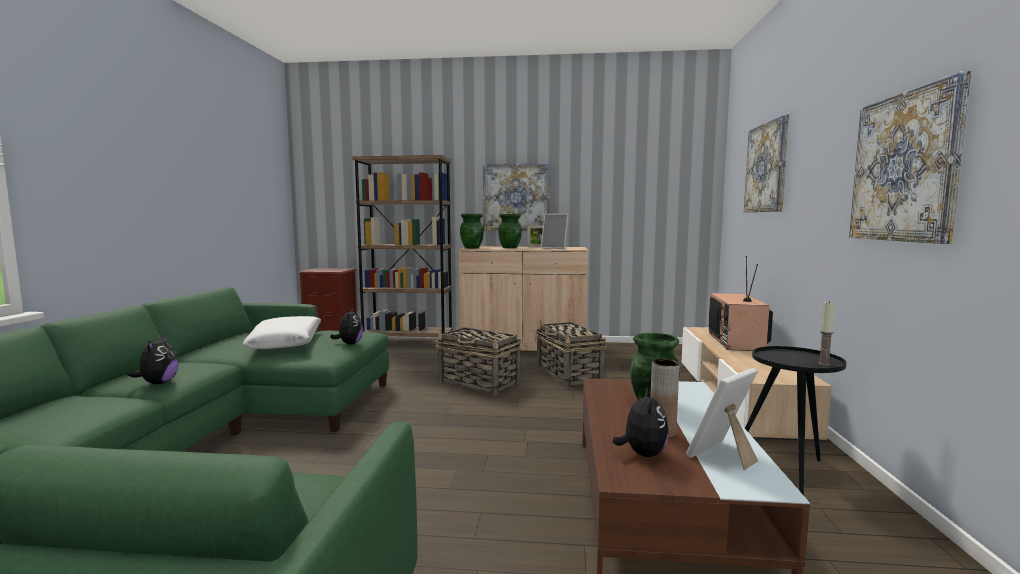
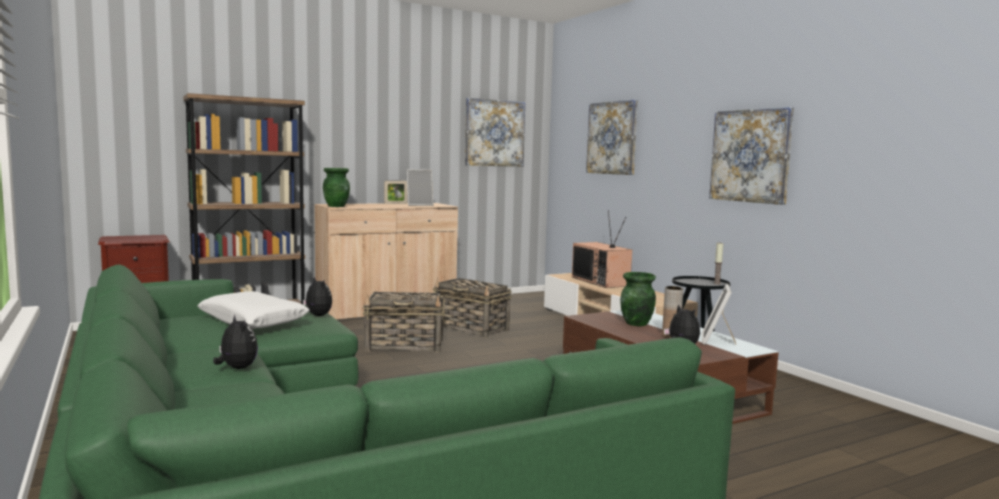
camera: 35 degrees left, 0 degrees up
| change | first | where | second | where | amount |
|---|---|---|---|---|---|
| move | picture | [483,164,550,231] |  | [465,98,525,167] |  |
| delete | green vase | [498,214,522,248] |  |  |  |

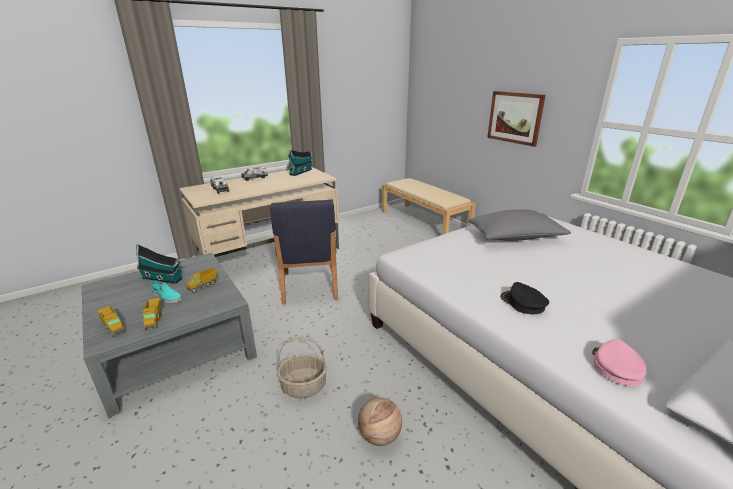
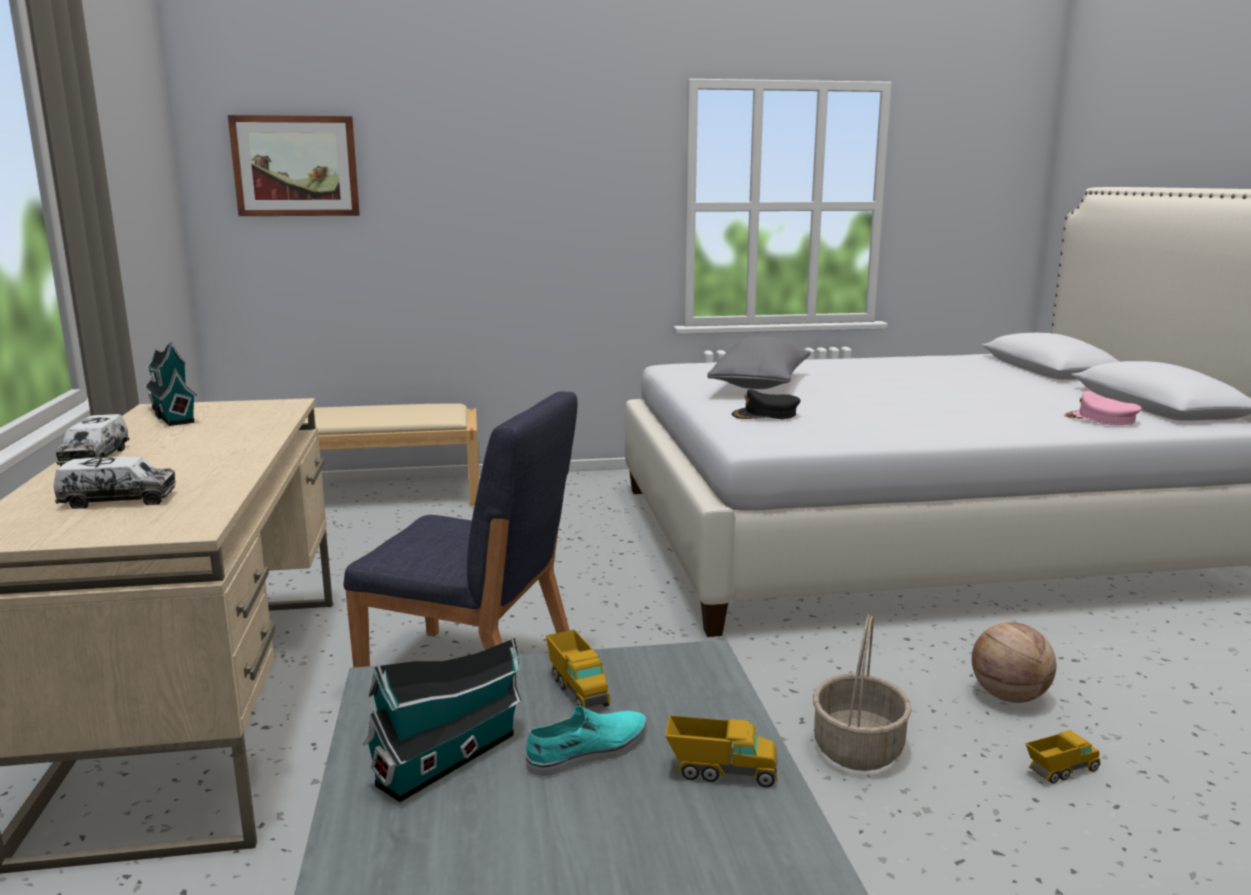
camera: 65 degrees left, 10 degrees down
| change | first | where | second | where | amount |
|---|---|---|---|---|---|
| move | picture | [487,91,546,147] |  | [228,115,360,216] |  |
| move | black-coloured cap | [500,282,549,314] |  | [732,389,801,419] |  |
| move | model truck | [97,306,125,337] |  | [1025,730,1101,784] |  |

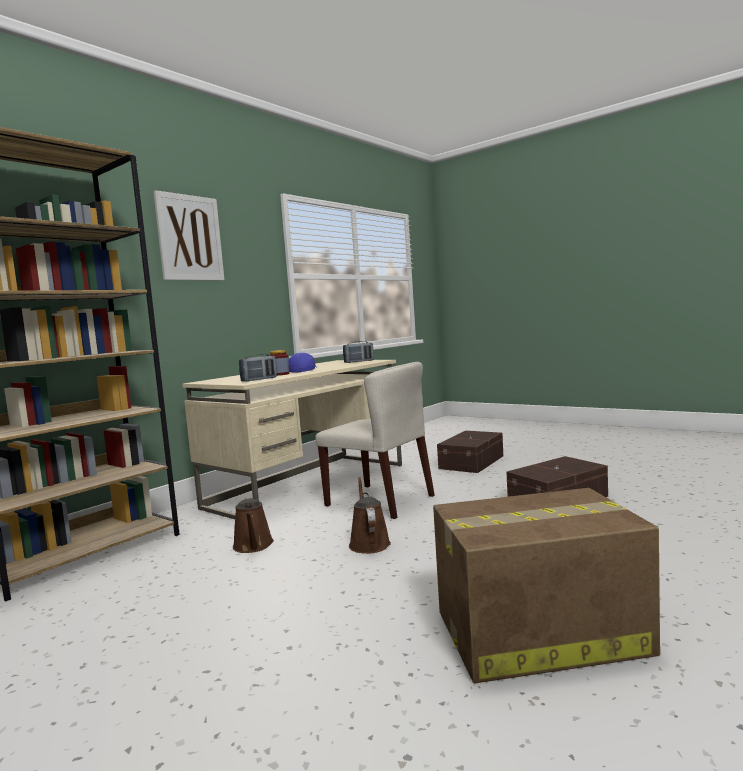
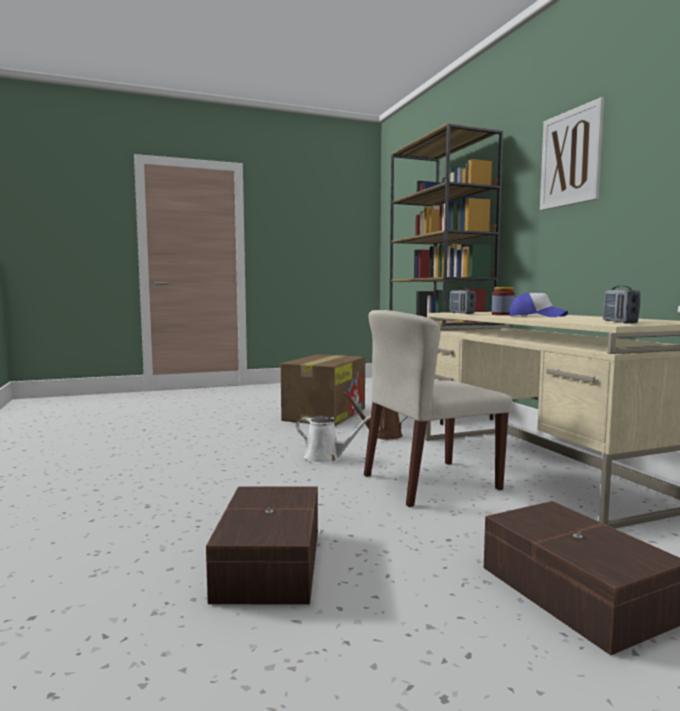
camera: 120 degrees right, 0 degrees up
| change | first | where | second | where | amount |
|---|---|---|---|---|---|
| move | carton | [433,488,660,683] |  | [281,354,365,426] |  |
| recolor | brownish watering can | [349,477,391,554] | whitish watering can | [296,416,371,464] |  |

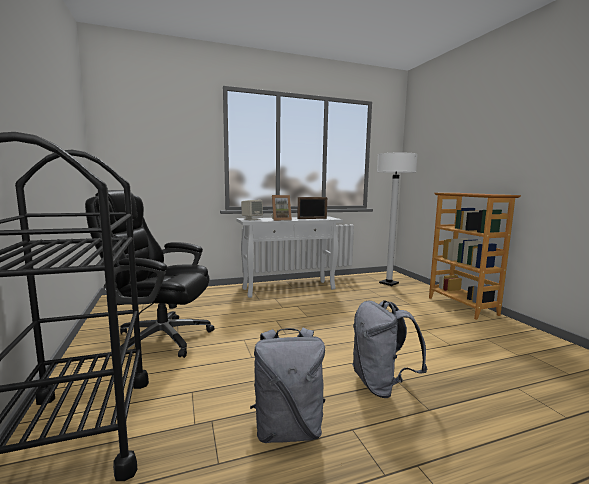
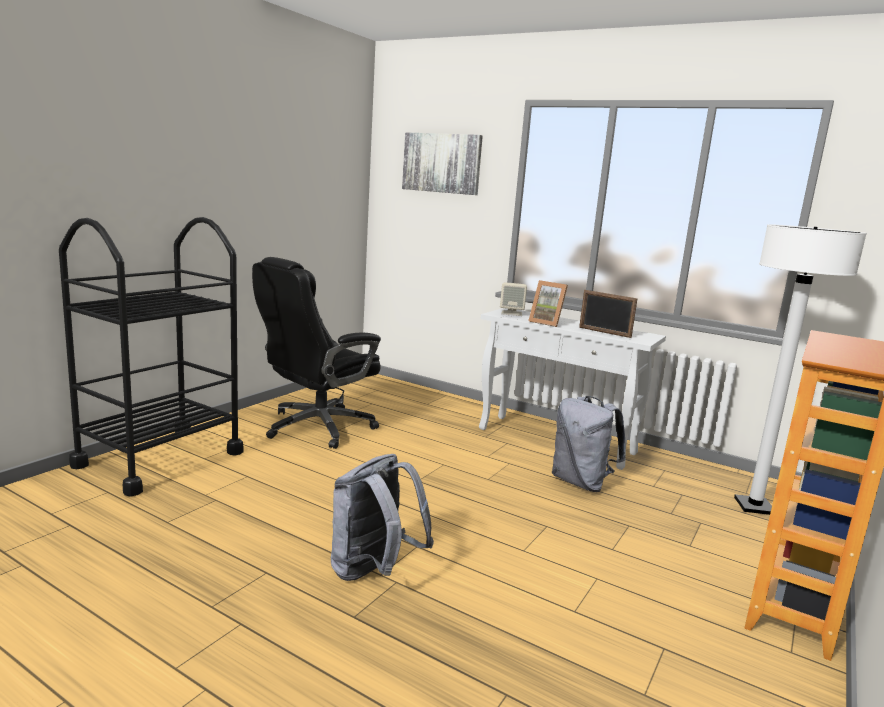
camera: 50 degrees right, 5 degrees up
| change | first | where | second | where | amount |
|---|---|---|---|---|---|
| rotate | black-coloured office chair | [85,190,215,358] |  | [252,257,381,449] | 105 degrees counterclockwise |
| insert |  |  | picture | [402,132,483,195] |  |
| move | grey backpack | [250,328,326,443] |  | [552,396,625,492] |  |

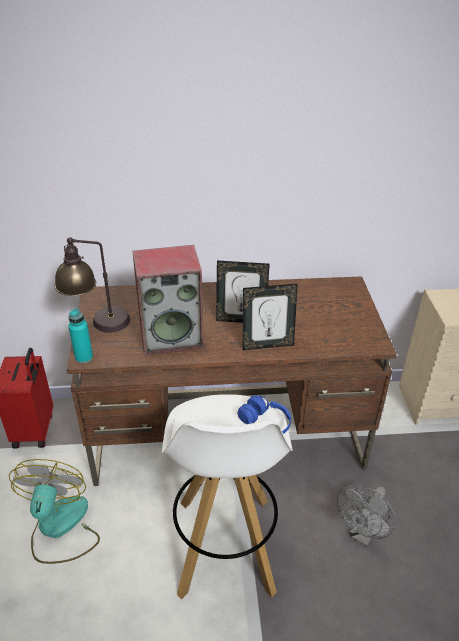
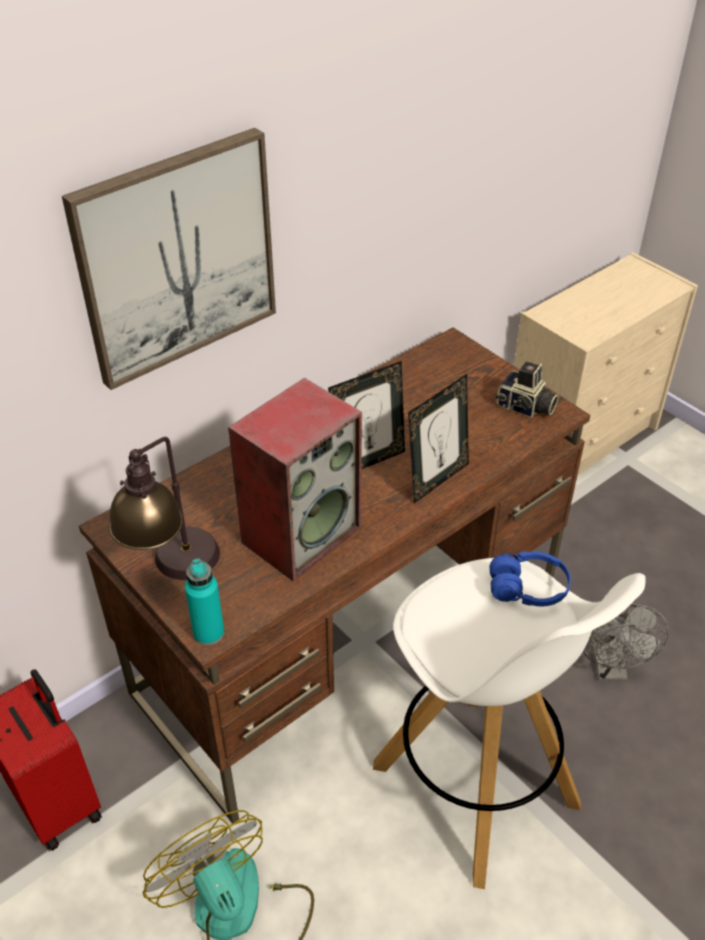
camera: 35 degrees left, 5 degrees up
| change | first | where | second | where | amount |
|---|---|---|---|---|---|
| insert |  |  | picture | [62,128,276,390] |  |
| insert |  |  | photo camera | [496,362,559,418] |  |

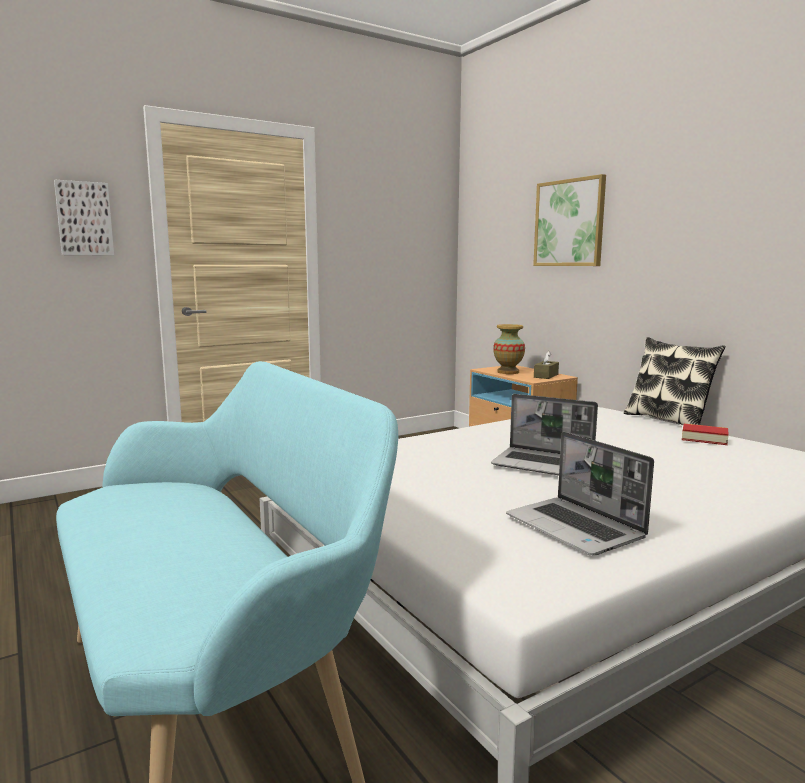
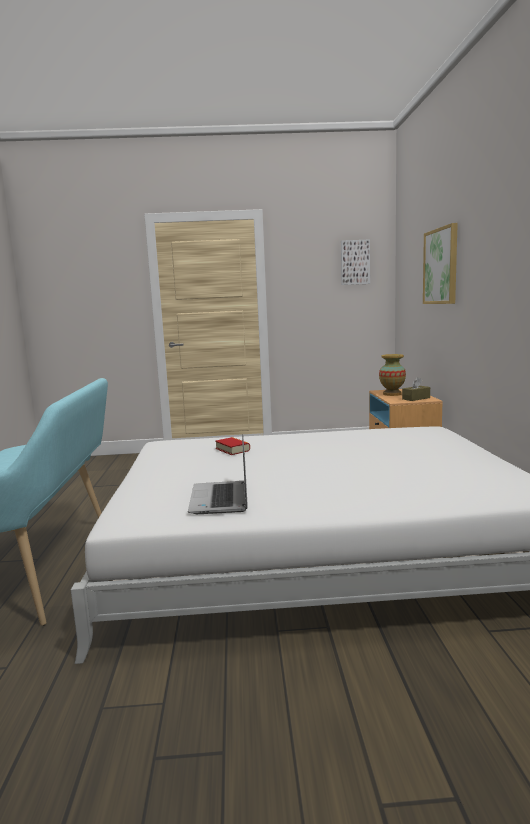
camera: 30 degrees right, 0 degrees up
| change | first | where | second | where | amount |
|---|---|---|---|---|---|
| move | bound book | [682,423,729,445] |  | [215,437,250,455] |  |
| move | picture | [54,180,114,256] |  | [341,239,370,285] |  |
| delete | portable computer | [491,394,598,475] |  |  |  |
| delete | pillow | [624,337,725,425] |  |  |  |

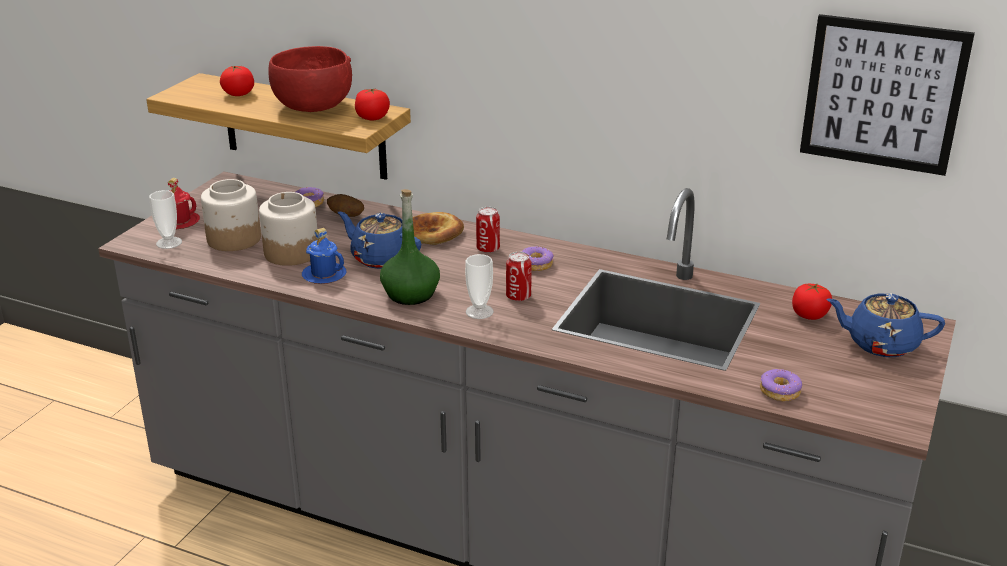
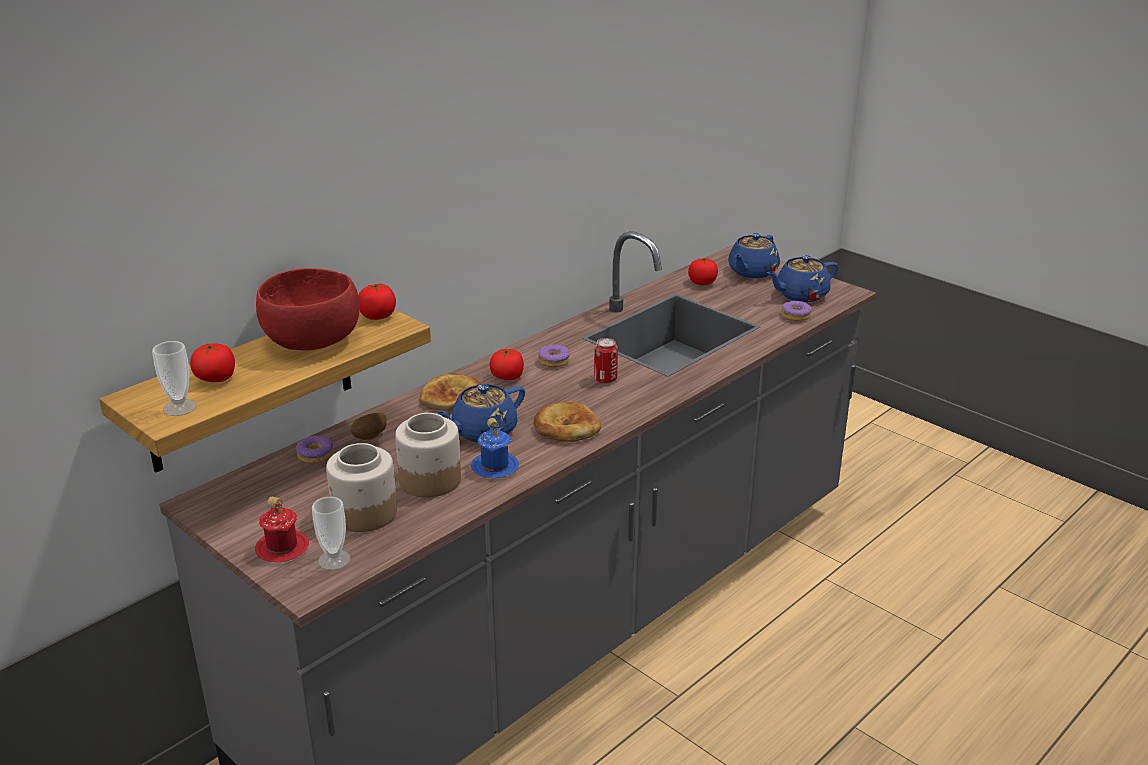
camera: 70 degrees left, 0 degrees up
| change | first | where | second | where | amount |
|---|---|---|---|---|---|
| move | cup | [465,254,494,319] |  | [152,341,197,416] |  |
| replace | sealed can | [476,207,500,253] | whole tomato | [490,349,524,380] |  |
| replace | green drink bottle | [380,189,440,305] | baked bread | [534,402,601,442] |  |
| insert |  |  | blue tea pot | [767,255,838,302] |  |
| delete | picture | [800,14,975,176] |  |  |  |

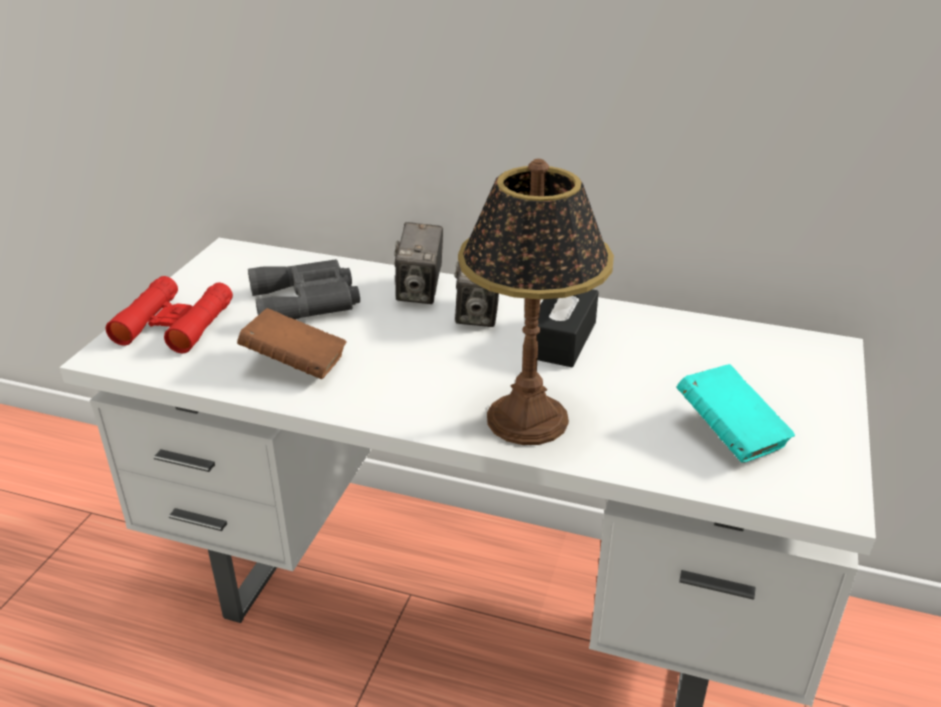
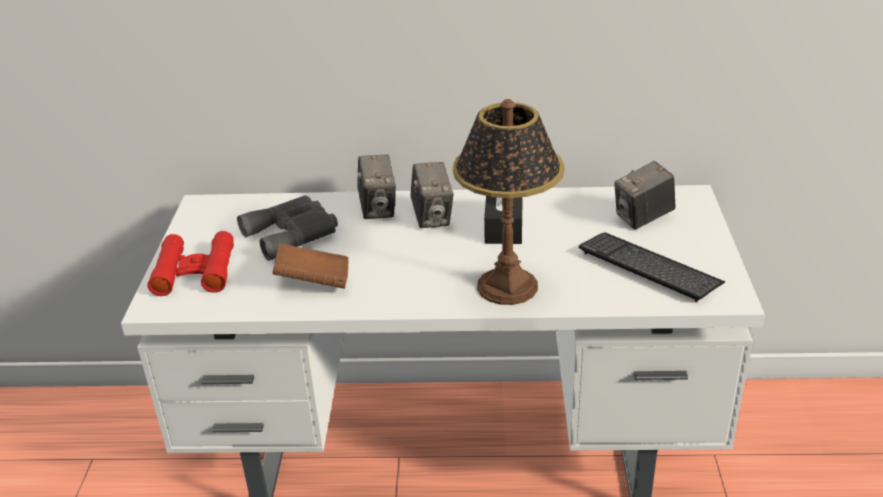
camera: 15 degrees left, 0 degrees up
| change | first | where | second | where | amount |
|---|---|---|---|---|---|
| replace | turquoise-coloured bound book | [677,364,795,463] | keyboard | [579,232,725,302] |  |
| insert |  |  | photo camera | [614,161,675,229] |  |

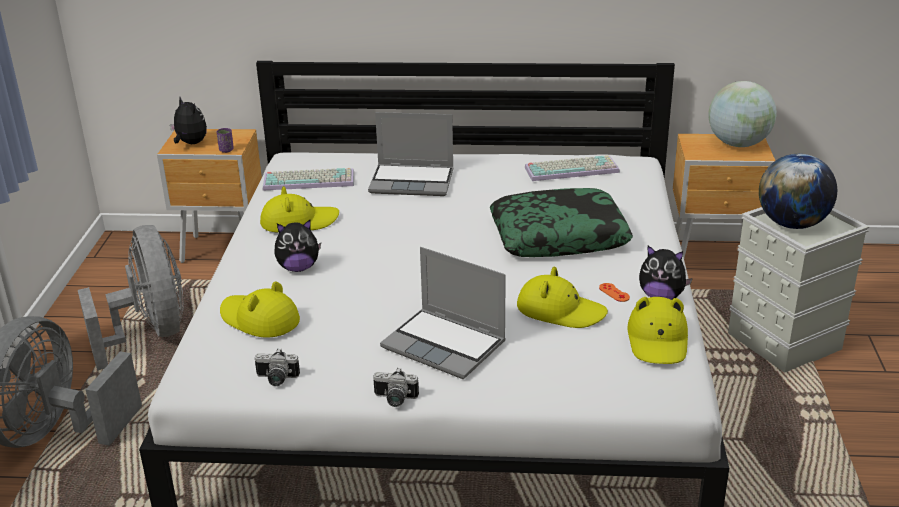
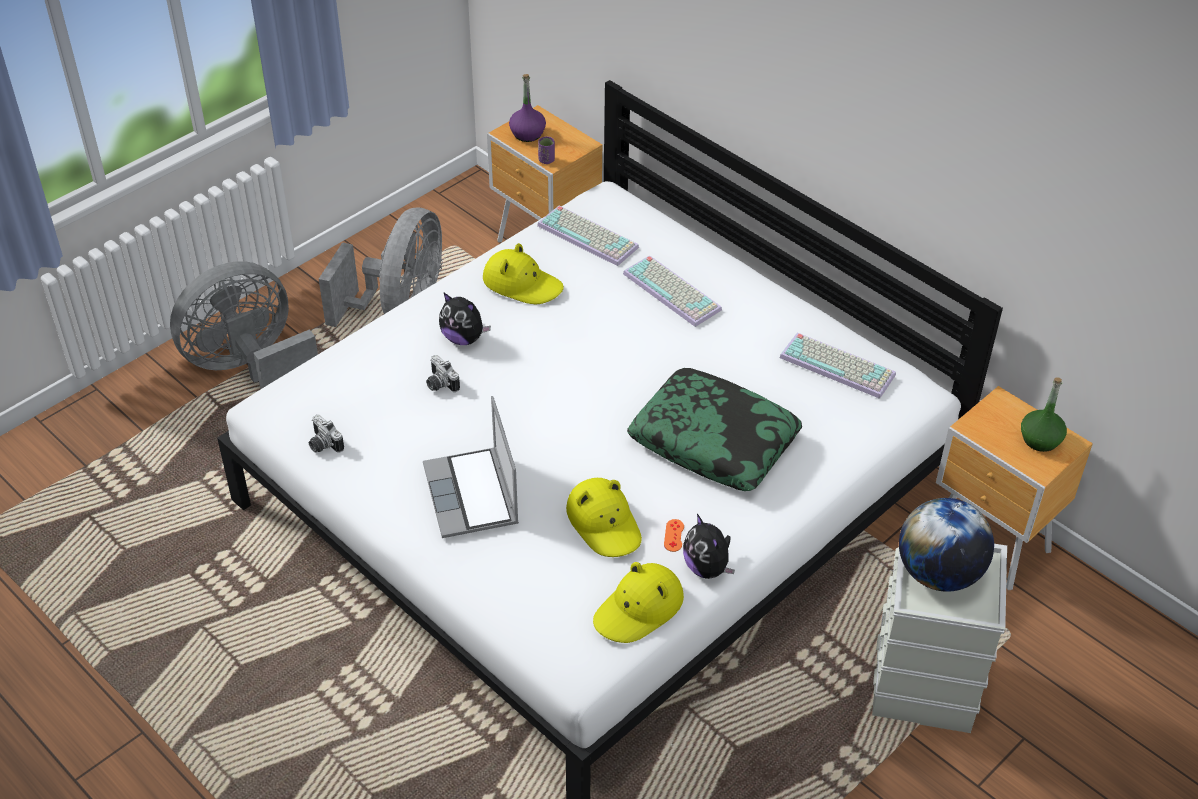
camera: 40 degrees right, 15 degrees up
| change | first | where | second | where | amount |
|---|---|---|---|---|---|
| move | photo camera | [373,368,419,407] |  | [426,355,460,392] |  |
| replace | plush toy | [170,97,207,144] | purplish drink bottle | [509,74,546,142] |  |
| replace | portable computer | [368,112,454,196] | keyboard | [623,255,722,327] |  |
| replace | globe | [708,81,777,147] | green drink bottle | [1021,377,1067,452] |  |
| delete | yellow-coloured wearable hat | [220,282,300,337] |  |  |  |

